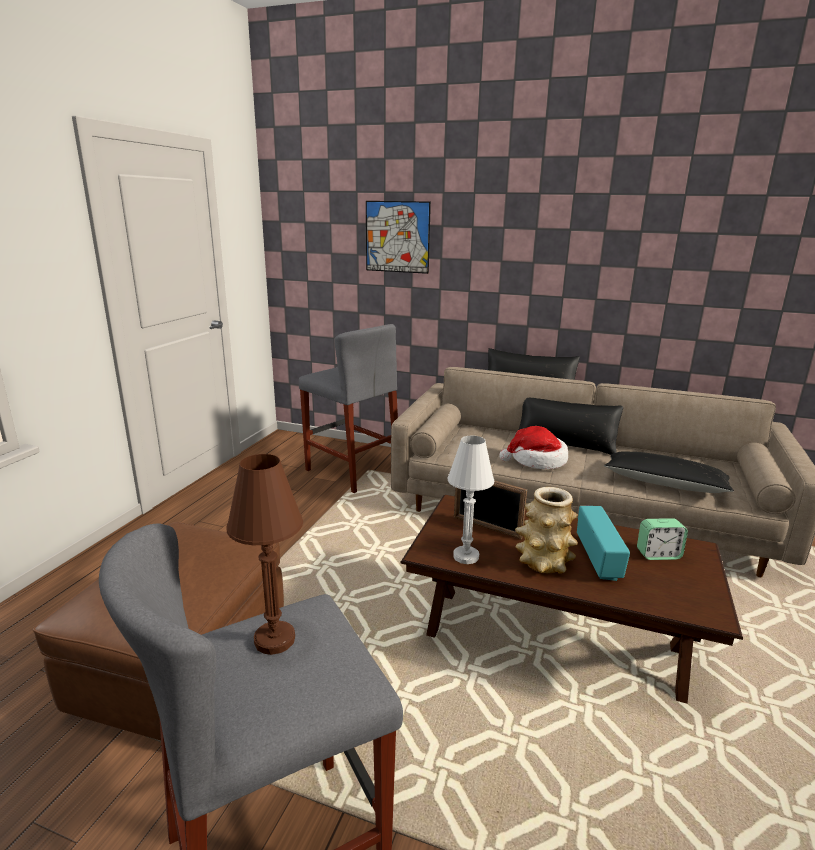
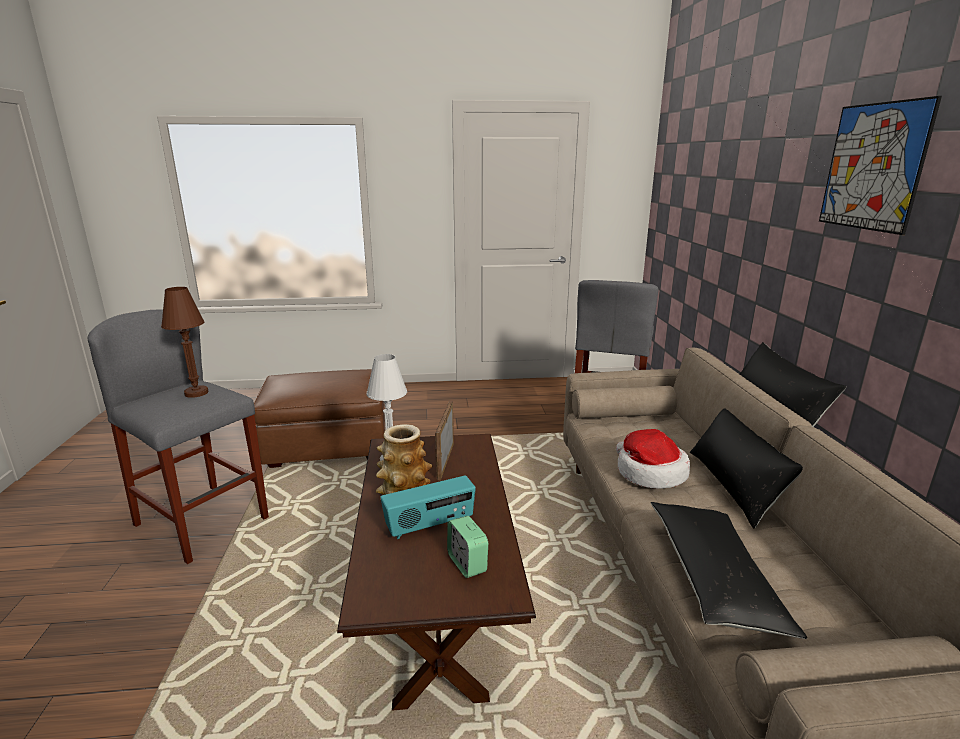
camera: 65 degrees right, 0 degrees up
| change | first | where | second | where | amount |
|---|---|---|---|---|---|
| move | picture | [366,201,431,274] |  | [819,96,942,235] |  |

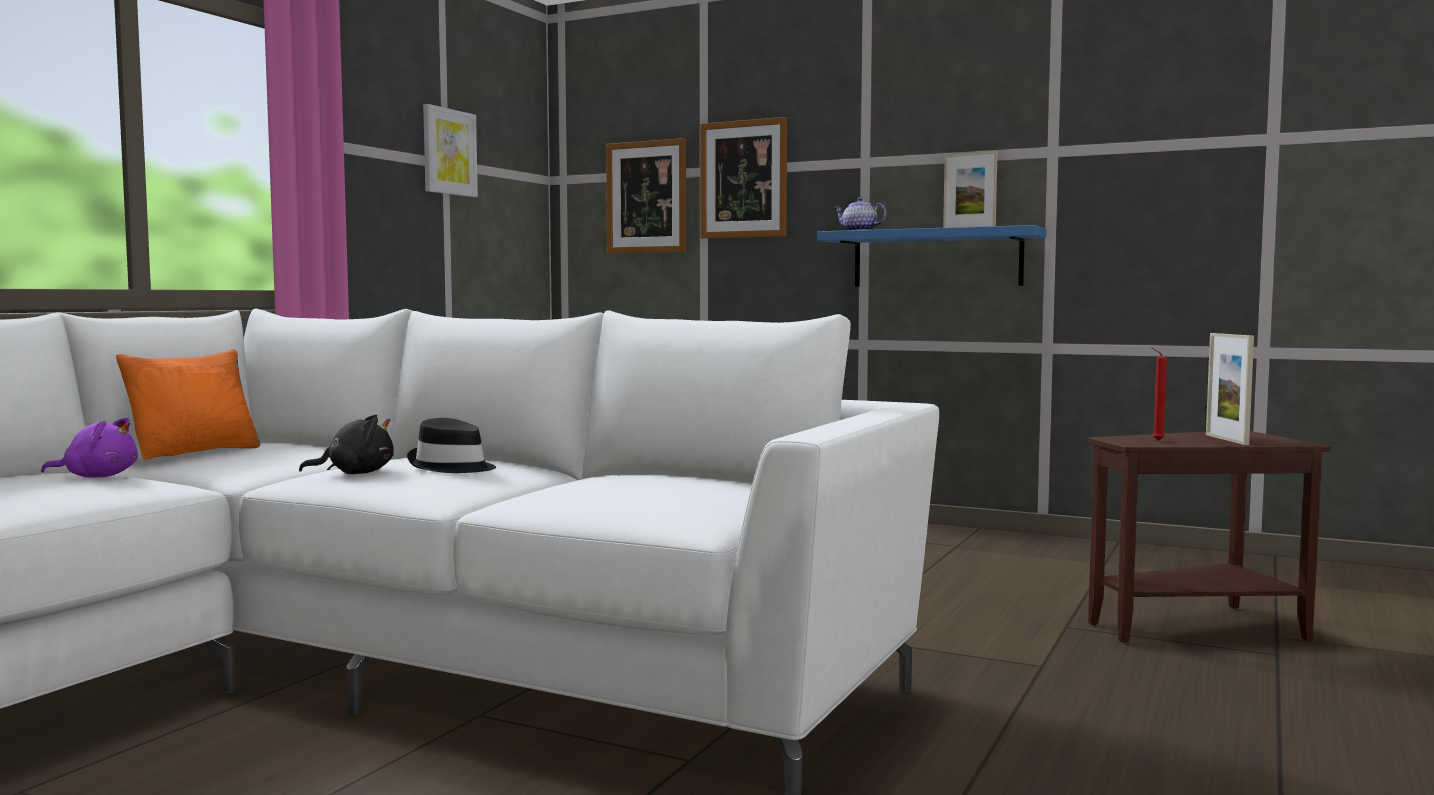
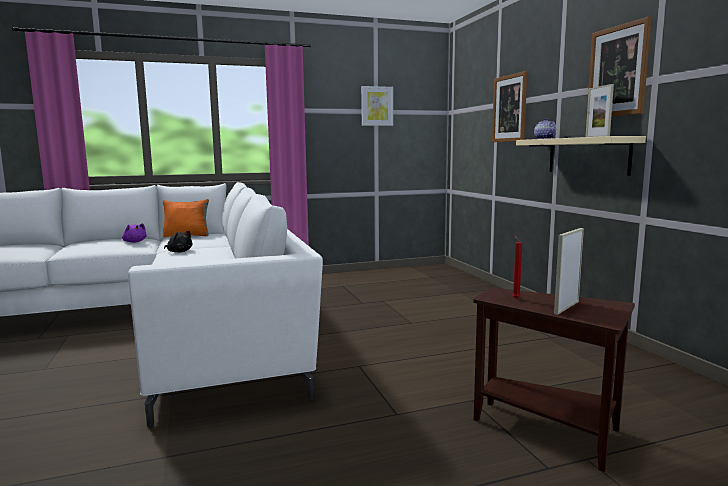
camera: 45 degrees right, 5 degrees up
| change | first | where | second | where | amount |
|---|---|---|---|---|---|
| recolor | blue bracket shelf | [817,225,1047,286] | beige bracket shelf | [516,136,646,176] |  |
| move | picture | [606,138,686,253] |  | [586,16,652,118] |  |
| delete | black-coloured wearable hat | [407,418,496,473] |  |  |  |

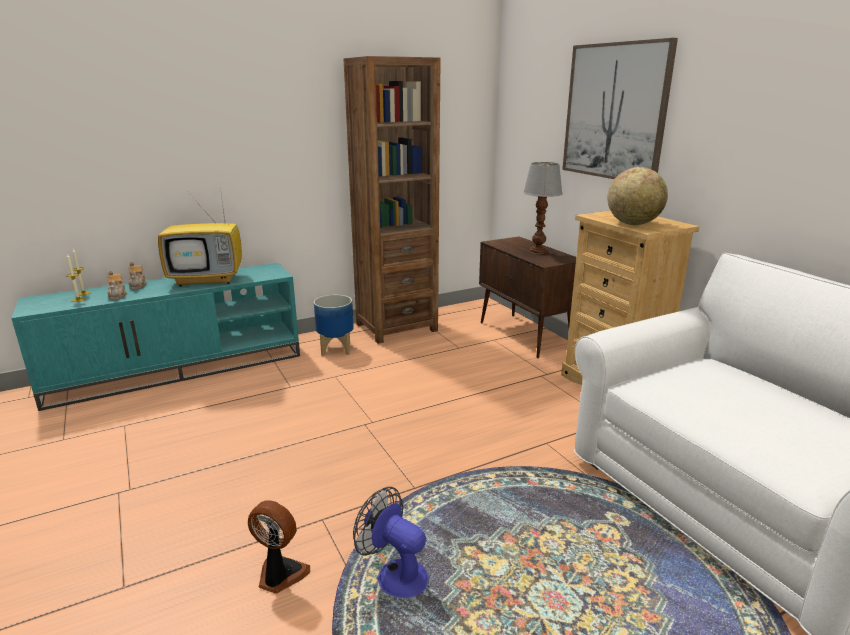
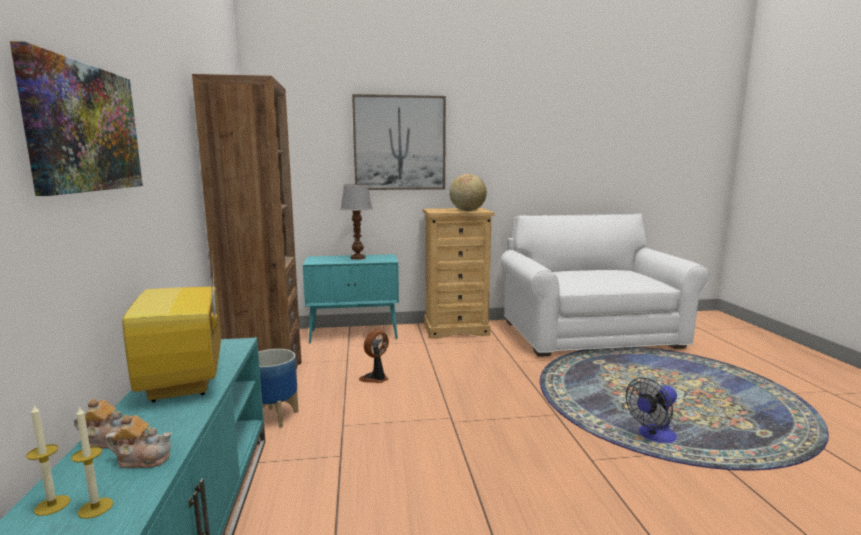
camera: 70 degrees left, 10 degrees down
| change | first | where | second | where | amount |
|---|---|---|---|---|---|
| insert |  |  | picture | [10,41,143,196] |  |
| rotate | television | [158,188,242,287] |  | [122,244,221,402] | 150 degrees clockwise |
| recolor | brownish storage cabinet | [479,236,576,358] | turquoise-coloured storage cabinet | [303,254,399,344] |  |
| move | cooling fan | [248,500,310,594] |  | [359,329,389,383] |  |

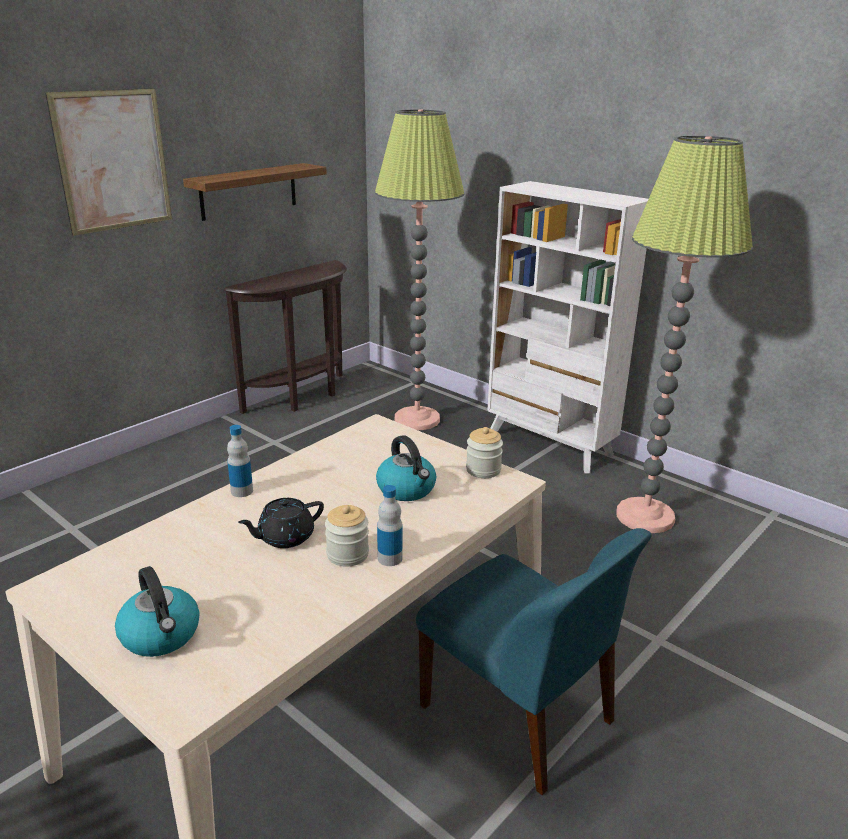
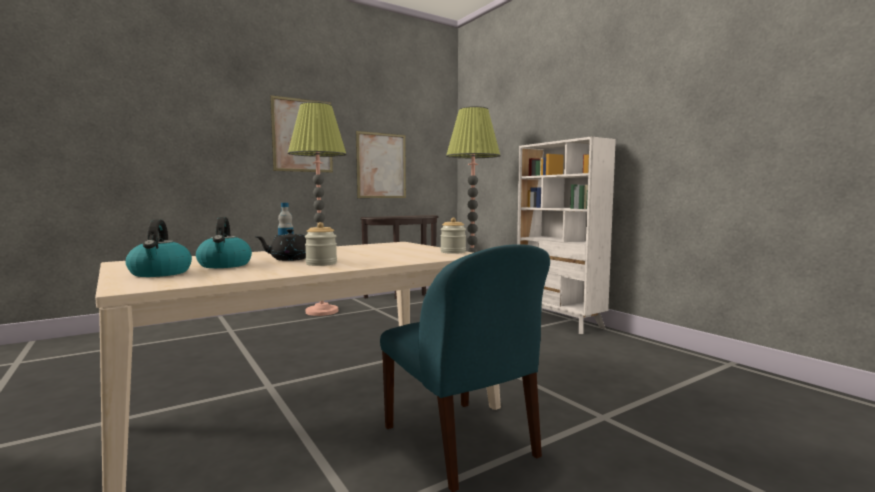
camera: 15 degrees right, 20 degrees down
| change | first | where | second | where | amount |
|---|---|---|---|---|---|
| move | tea kettle | [376,435,436,501] |  | [196,217,252,268] |  |
| move | floor lamp | [616,136,753,533] |  | [288,102,347,316] |  |
| replace | bracket shelf | [183,163,327,221] | picture | [356,131,406,198] |  |
| delete | drink bottle | [377,485,403,566] |  |  |  |

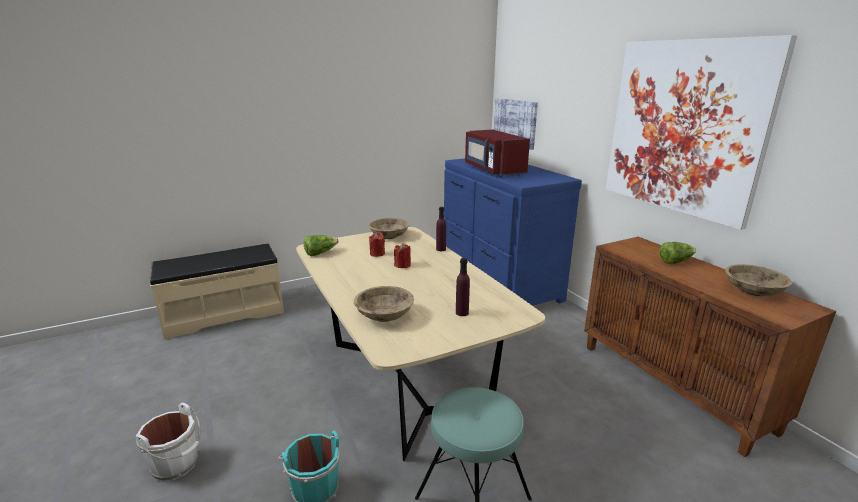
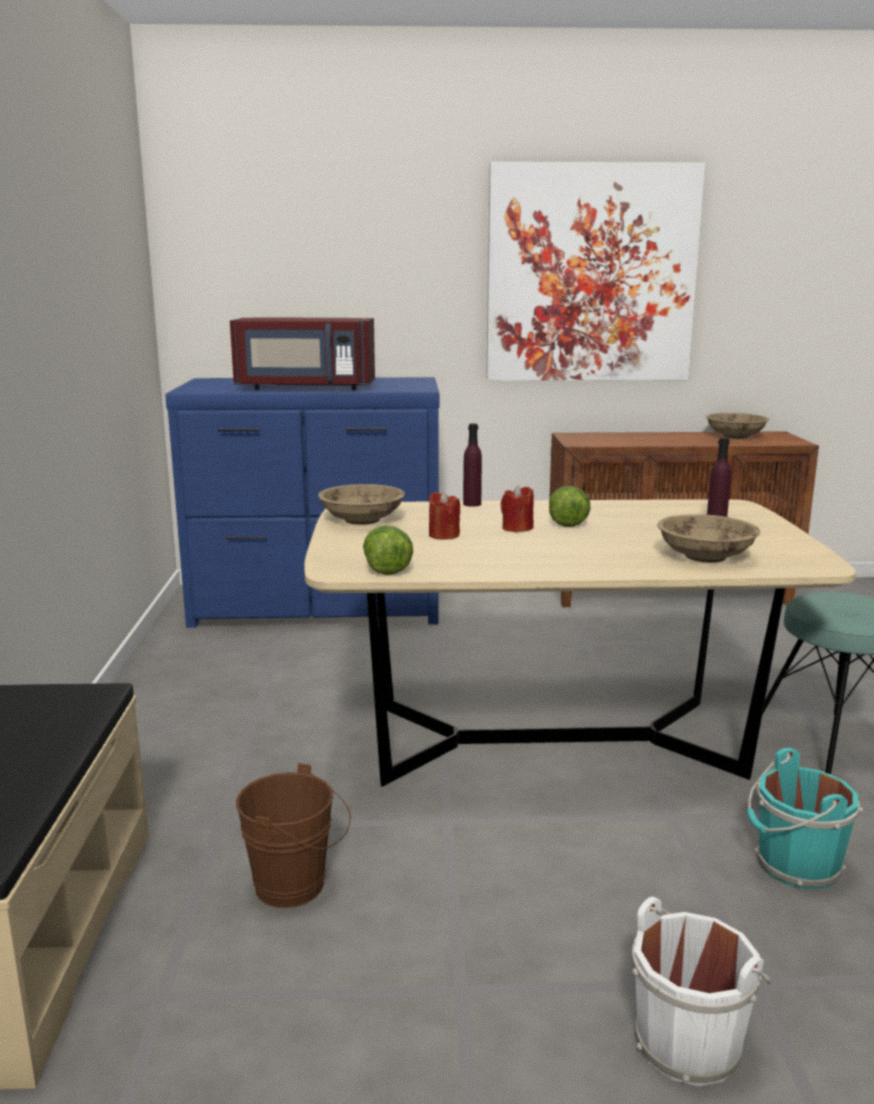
camera: 65 degrees left, 5 degrees down
| change | first | where | second | where | amount |
|---|---|---|---|---|---|
| insert |  |  | brownish water bucket | [236,763,351,908] |  |
| move | head of lettuce | [659,242,696,264] |  | [549,486,591,527] |  |
| delete | picture | [494,98,538,150] |  |  |  |

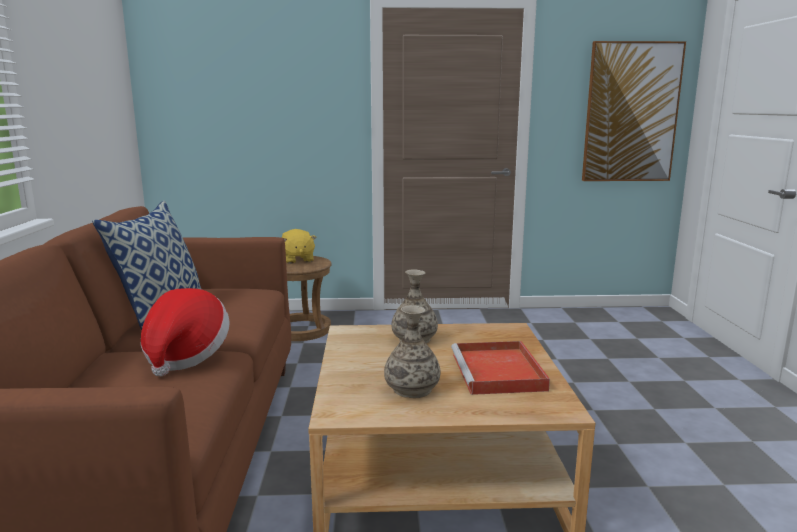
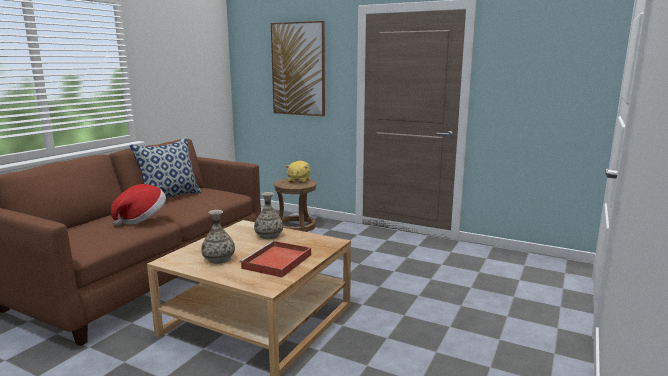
camera: 30 degrees right, 0 degrees up
| change | first | where | second | where | amount |
|---|---|---|---|---|---|
| move | picture | [582,41,686,181] |  | [271,21,325,116] |  |

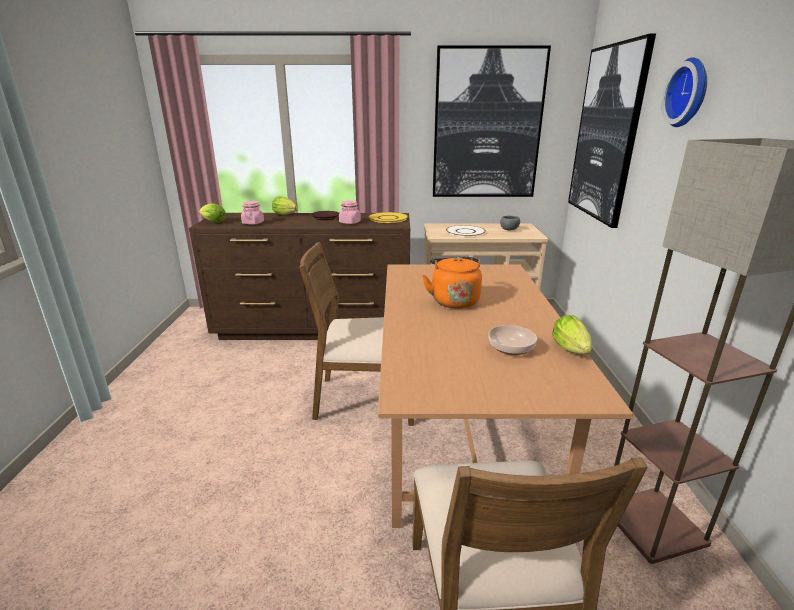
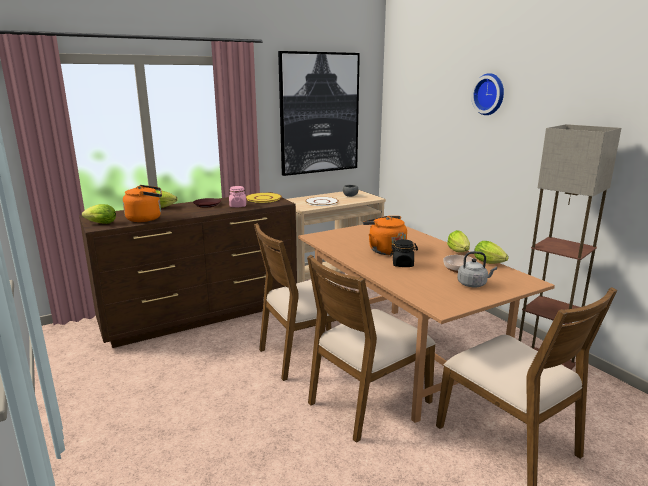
camera: 30 degrees left, 5 degrees down
| change | first | where | second | where | amount |
|---|---|---|---|---|---|
| replace | pinkish storage jar | [241,201,264,225] | orangey tea kettle | [123,185,162,222] |  |
| insert |  |  | brownish chair | [307,255,436,443] |  |
| insert |  |  | black-coloured storage jar | [390,239,418,267] |  |
| insert |  |  | head of lettuce | [447,230,470,252] |  |
| insert |  |  | grey tea kettle | [457,251,497,288] |  |
| delete | picture | [568,34,656,228] |  |  |  |

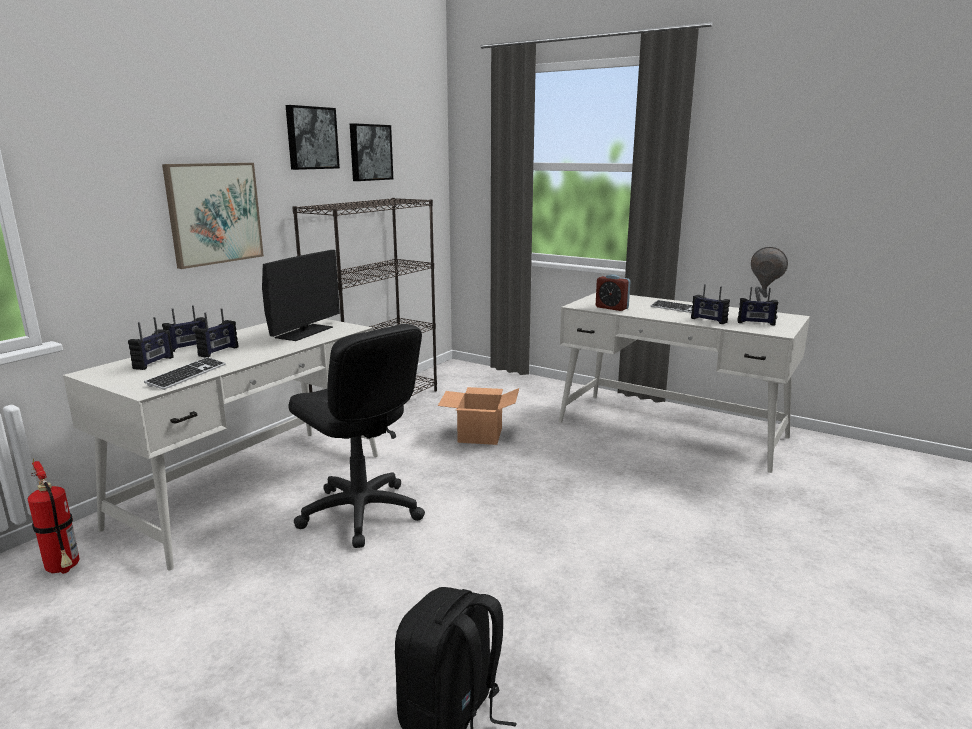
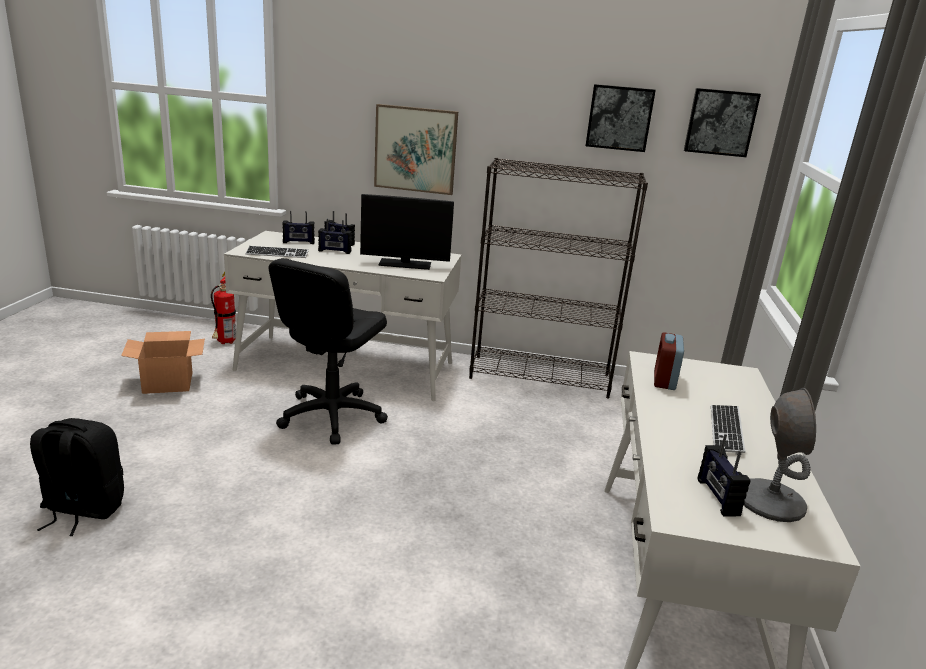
camera: 65 degrees right, 5 degrees up
| change | first | where | second | where | amount |
|---|---|---|---|---|---|
| move | carton | [438,387,519,445] |  | [121,331,205,394] |  |
| move | picture | [286,105,340,170] |  | [684,88,761,157] |  |
| delete | radio | [691,284,730,324] |  |  |  |

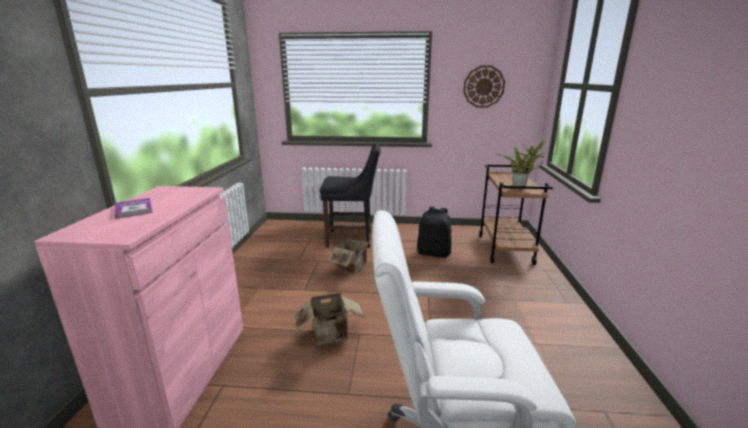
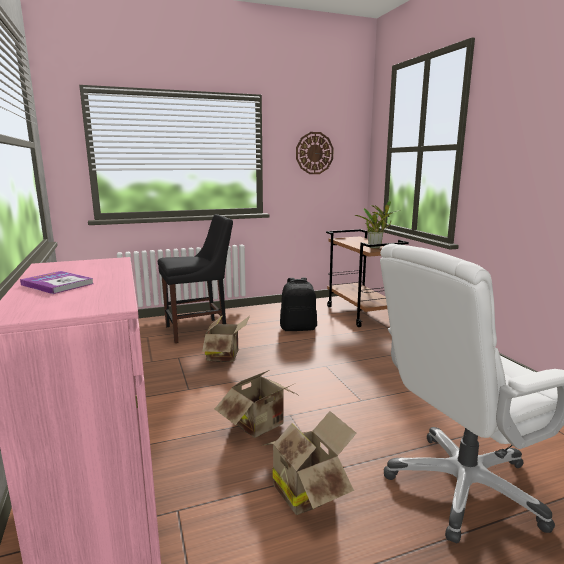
camera: 25 degrees left, 5 degrees down
| change | first | where | second | where | amount |
|---|---|---|---|---|---|
| insert |  |  | carton | [261,411,357,515] |  |

